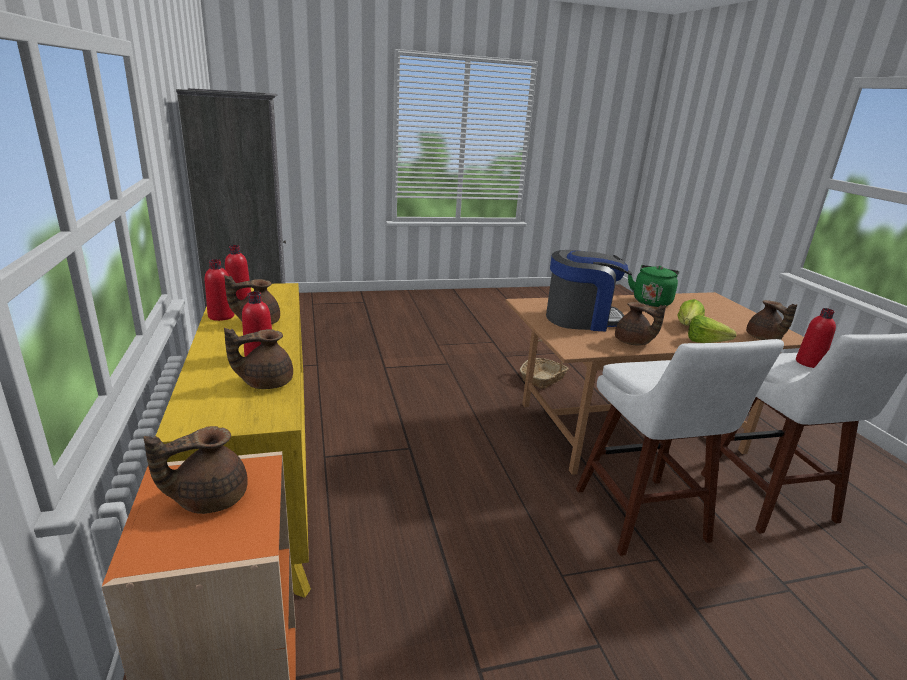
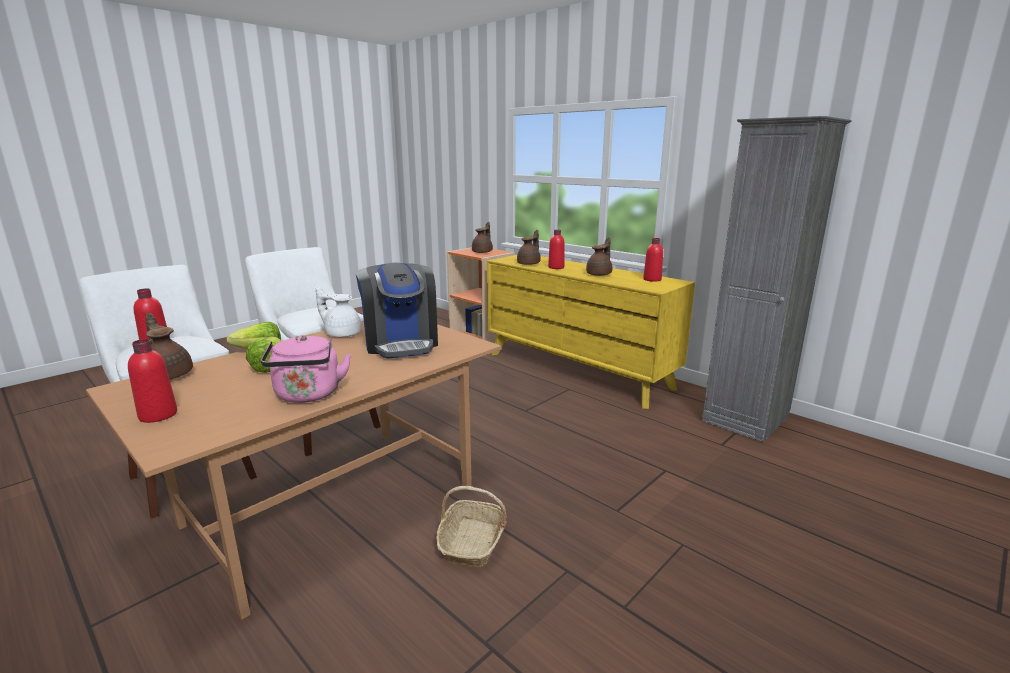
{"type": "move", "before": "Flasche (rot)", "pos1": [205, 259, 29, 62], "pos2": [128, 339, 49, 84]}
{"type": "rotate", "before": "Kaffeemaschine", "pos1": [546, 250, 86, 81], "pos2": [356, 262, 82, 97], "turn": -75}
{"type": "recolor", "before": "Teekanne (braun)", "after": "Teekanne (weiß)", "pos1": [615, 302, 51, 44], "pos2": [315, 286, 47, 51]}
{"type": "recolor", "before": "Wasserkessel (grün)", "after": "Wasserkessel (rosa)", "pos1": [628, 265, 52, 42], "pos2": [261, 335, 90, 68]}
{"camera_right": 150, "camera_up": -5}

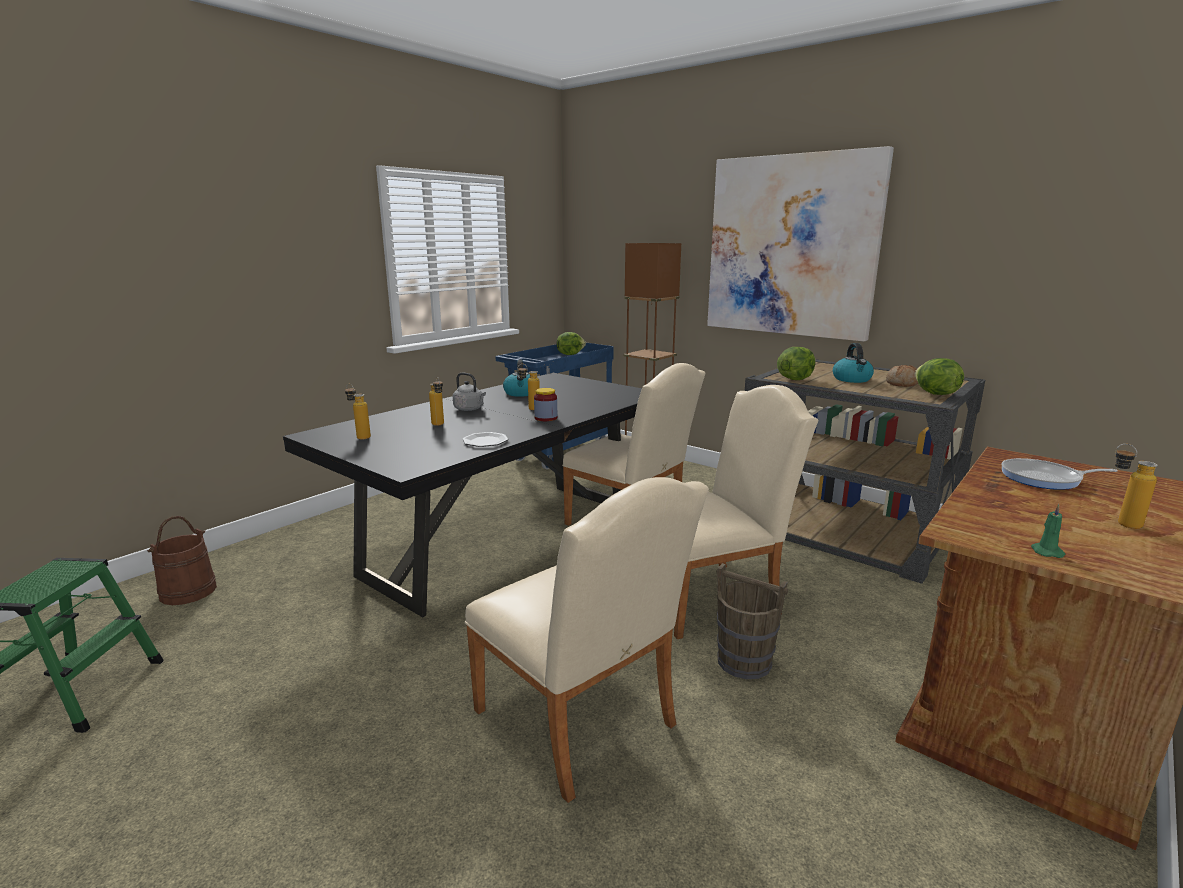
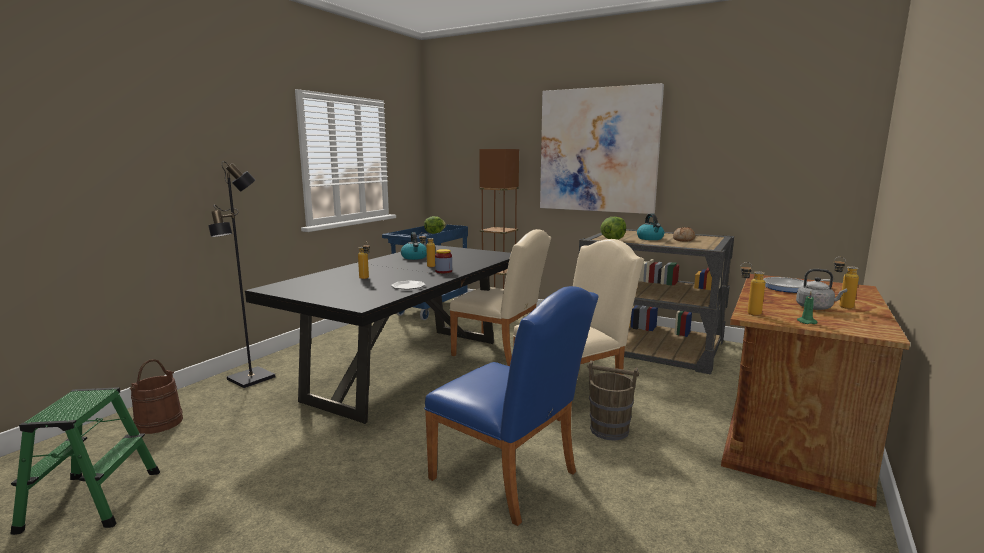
{"type": "move", "before": "Flasche", "pos1": [345, 384, 26, 56], "pos2": [740, 262, 25, 54]}
{"type": "move", "before": "Wasserkessel (grau)", "pos1": [453, 373, 33, 38], "pos2": [796, 269, 51, 41]}
{"type": "recolor", "before": "Stuhl (beige)", "after": "Stuhl (blau)", "pos1": [465, 477, 244, 326], "pos2": [424, 286, 175, 240]}
{"type": "delete", "before": "Salatkopf", "pos1": [915, 358, 49, 37]}
{"type": "insert", "after": "Stehlampe (schwarz)", "pos2": [208, 161, 67, 227]}
{"camera_right": -10, "camera_up": -5}

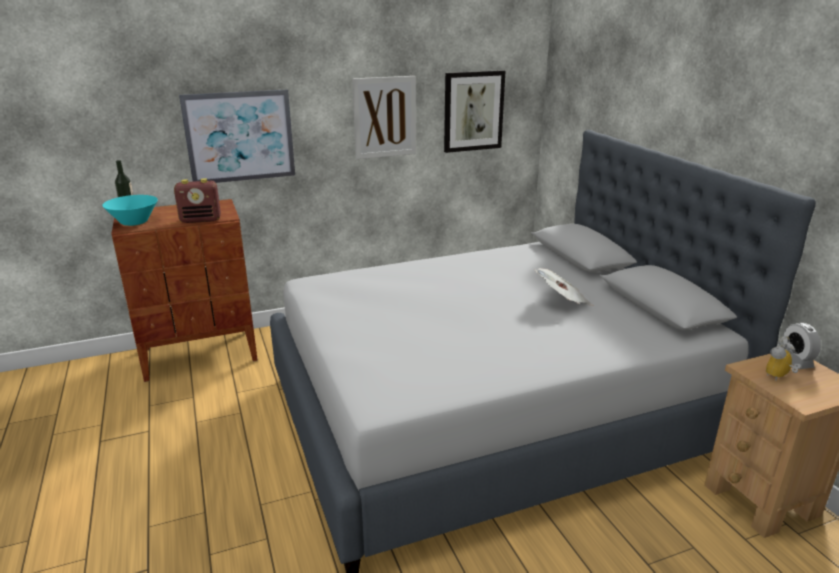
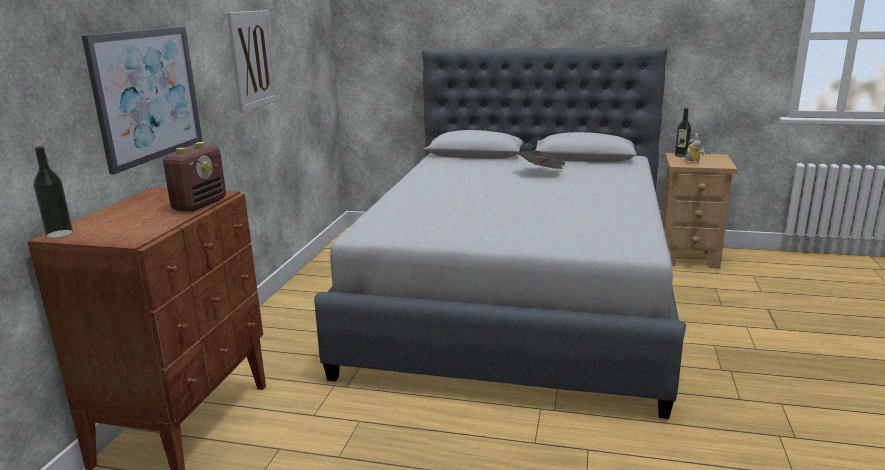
{"type": "delete", "before": "Schüssel (türkis)", "pos1": [102, 195, 56, 31]}
{"type": "delete", "before": "Bild", "pos1": [444, 70, 62, 83]}
{"type": "replace", "before": "Wecker", "after": "Flasche", "pos1": [783, 323, 38, 46], "pos2": [675, 108, 16, 49]}
{"camera_right": -55, "camera_up": -5}

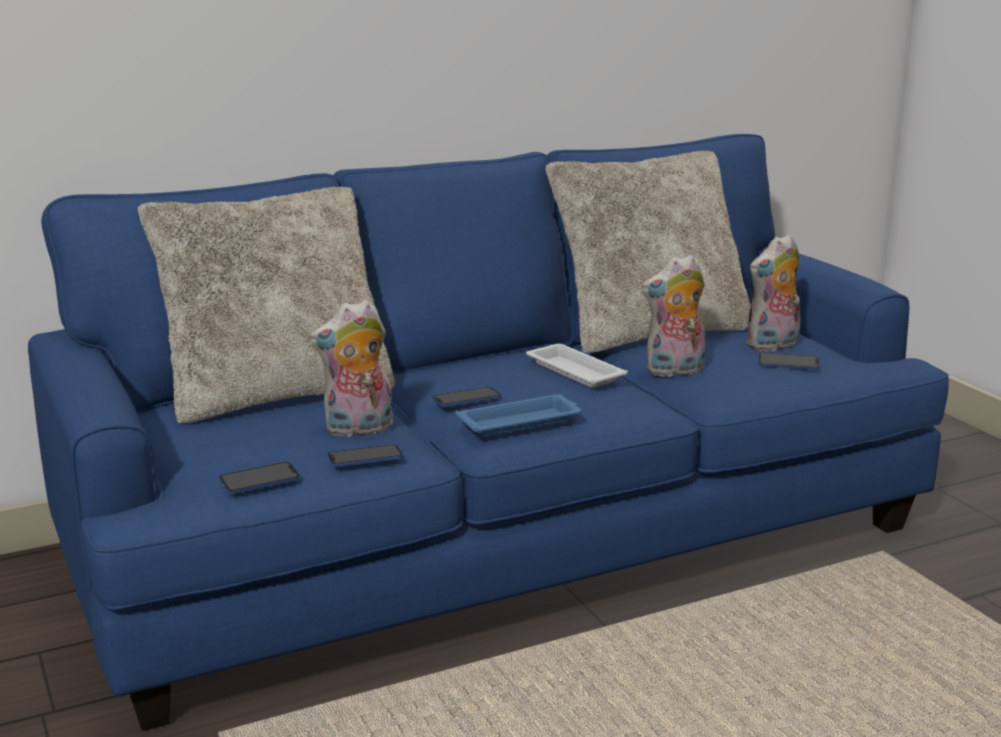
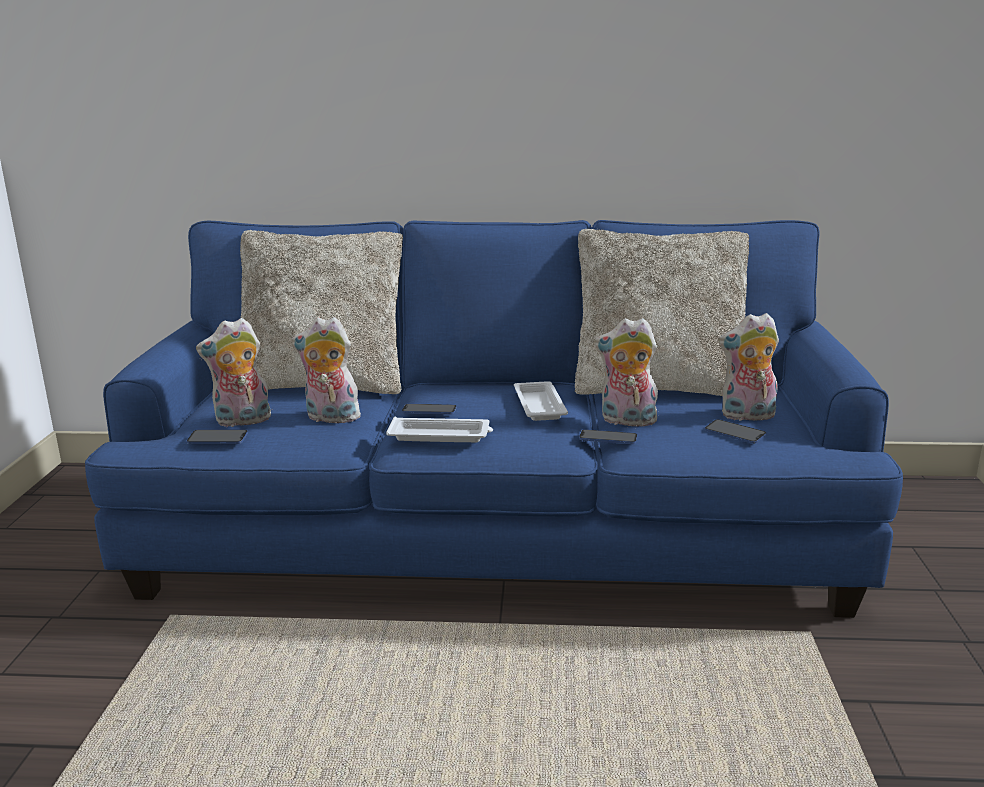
{"type": "move", "before": "Handy", "pos1": [328, 444, 75, 23], "pos2": [579, 429, 58, 15]}
{"type": "recolor", "before": "Tablett (blau)", "after": "Tablett (weiß)", "pos1": [455, 394, 127, 42], "pos2": [386, 417, 107, 25]}
{"type": "insert", "after": "Plüschtier", "pos2": [196, 318, 75, 109]}
{"camera_right": 30, "camera_up": 0}

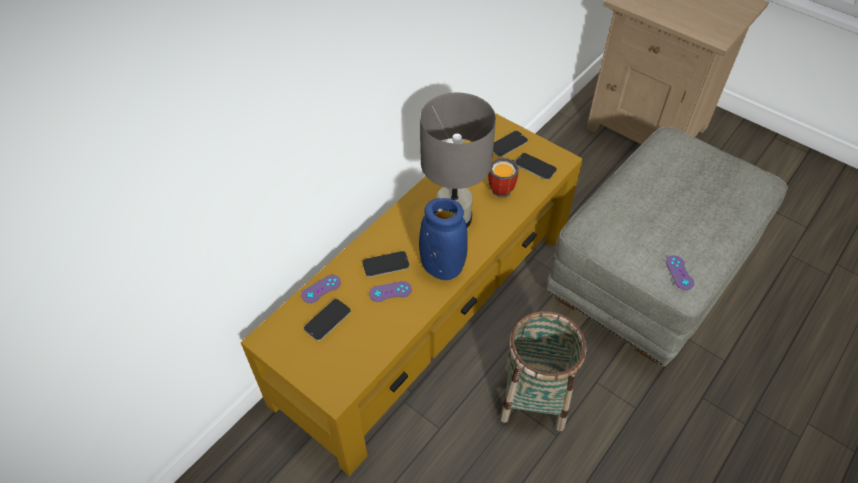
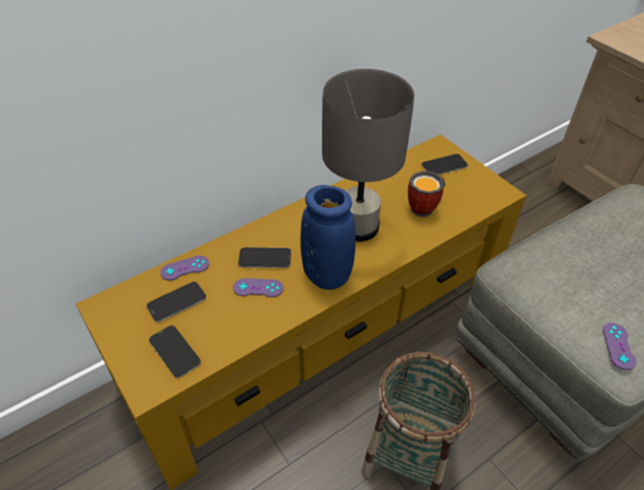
{"type": "move", "before": "Handy", "pos1": [516, 153, 41, 27], "pos2": [149, 325, 52, 53]}
{"camera_right": 15, "camera_up": -5}

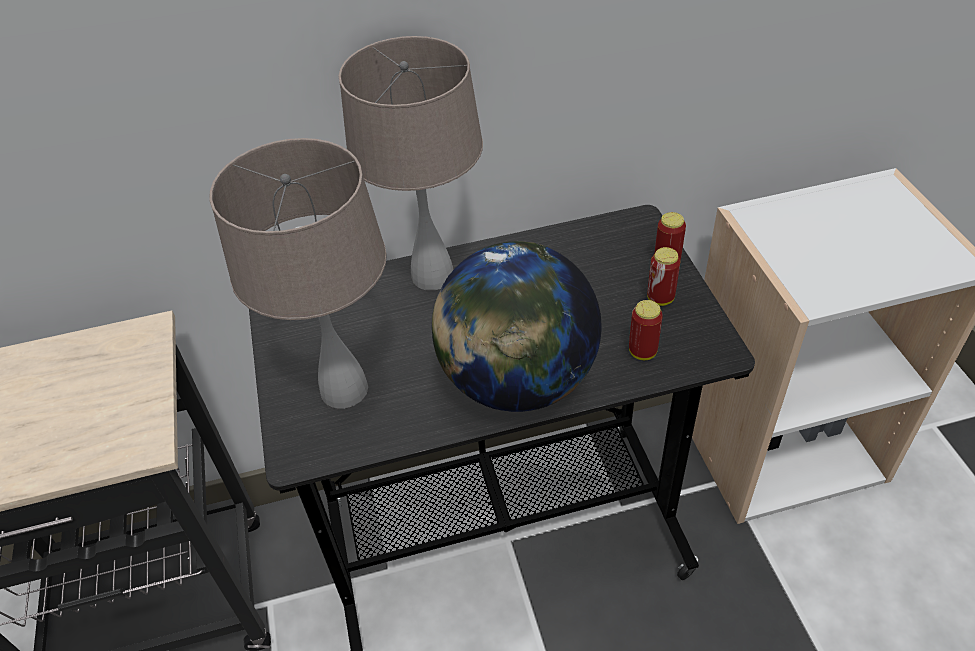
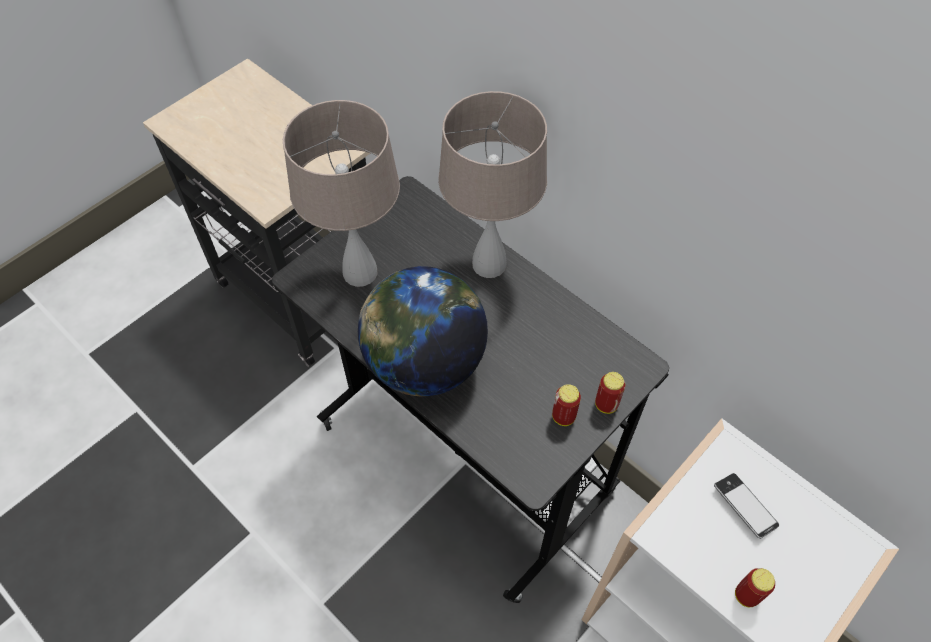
{"type": "move", "before": "Dose", "pos1": [629, 300, 34, 60], "pos2": [735, 568, 40, 39]}
{"type": "insert", "after": "Handy", "pos2": [714, 473, 65, 66]}
{"camera_right": 55, "camera_up": 10}

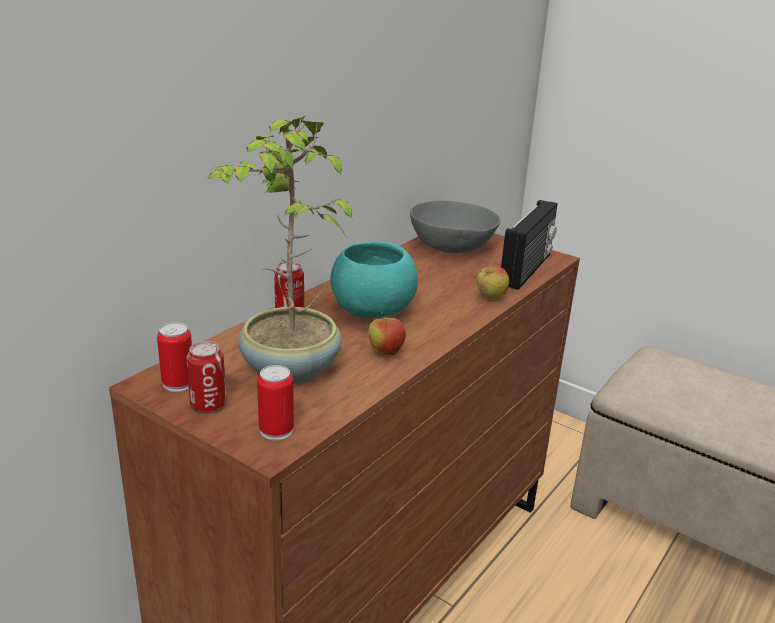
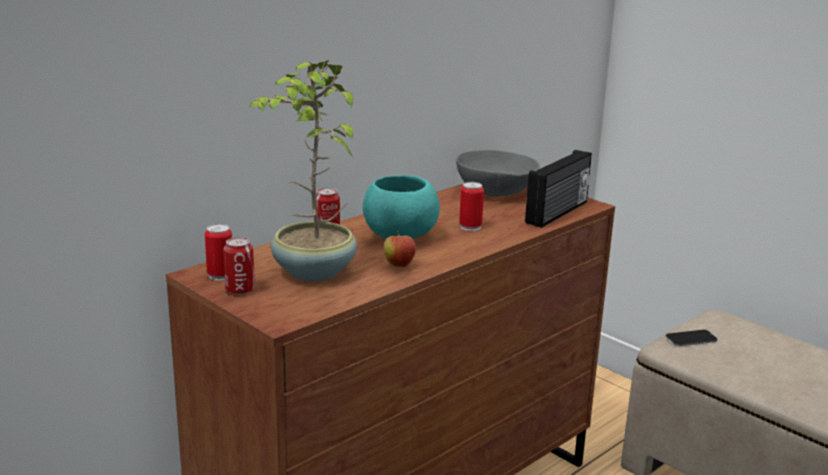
{"type": "move", "before": "Dose", "pos1": [257, 365, 37, 75], "pos2": [459, 182, 25, 49]}
{"type": "delete", "before": "Apfel", "pos1": [477, 266, 32, 33]}
{"type": "insert", "after": "Handy", "pos2": [666, 330, 52, 16]}
{"camera_right": 10, "camera_up": -5}

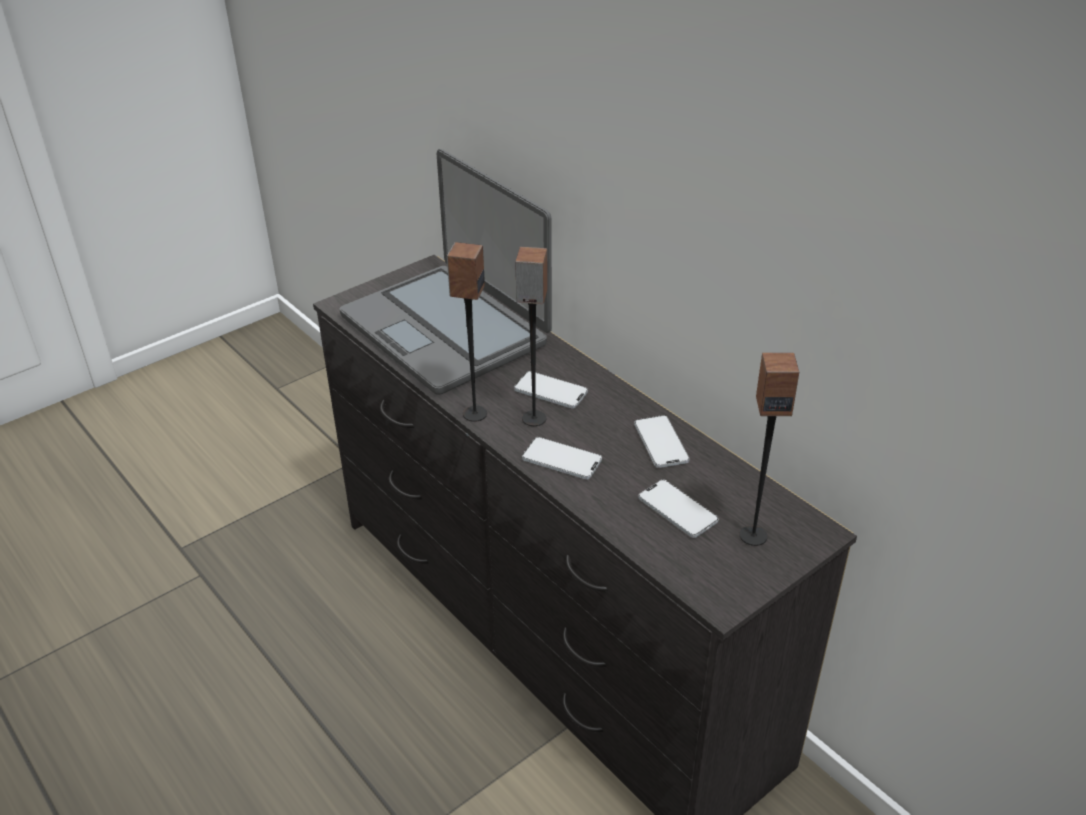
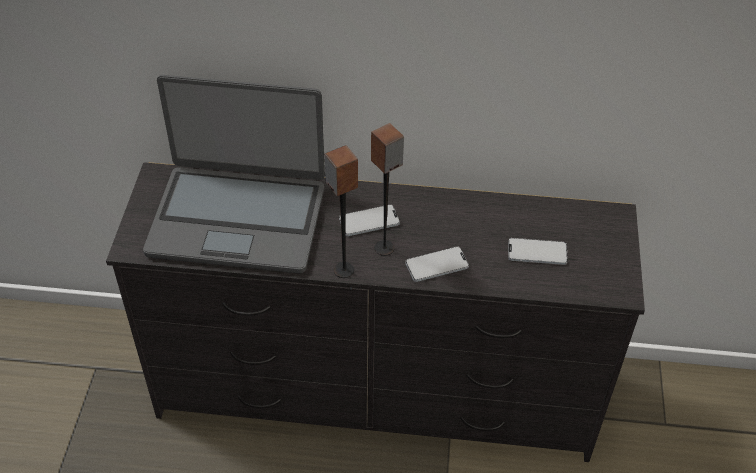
{"type": "delete", "before": "Handy", "pos1": [634, 415, 56, 53]}
{"type": "delete", "before": "Lautsprecher", "pos1": [739, 352, 60, 194]}
{"camera_right": -45, "camera_up": 10}

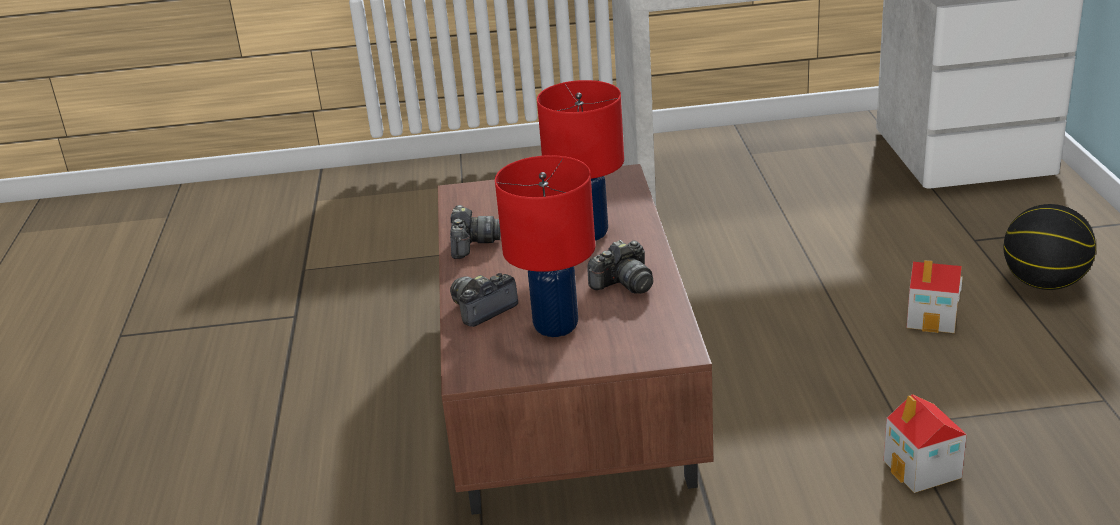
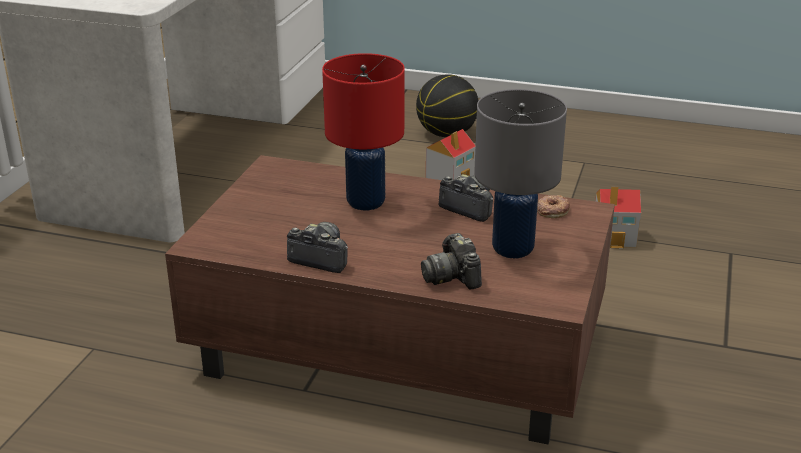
{"type": "recolor", "before": "Tischlampe (rot)", "after": "Tischlampe (grau)", "pos1": [495, 155, 100, 182], "pos2": [474, 89, 93, 169]}
{"type": "rotate", "before": "Kamera", "pos1": [588, 240, 65, 54], "pos2": [439, 174, 54, 48], "turn": -45}
{"type": "insert", "after": "Donut", "pos2": [537, 195, 33, 23]}
{"camera_right": -70, "camera_up": 0}

